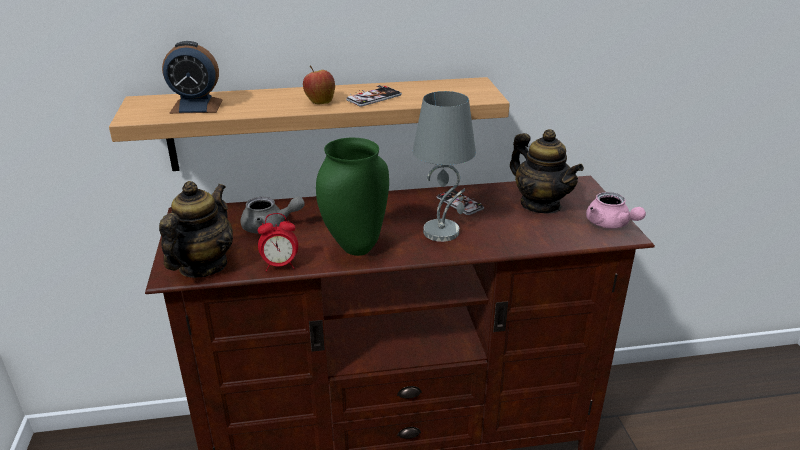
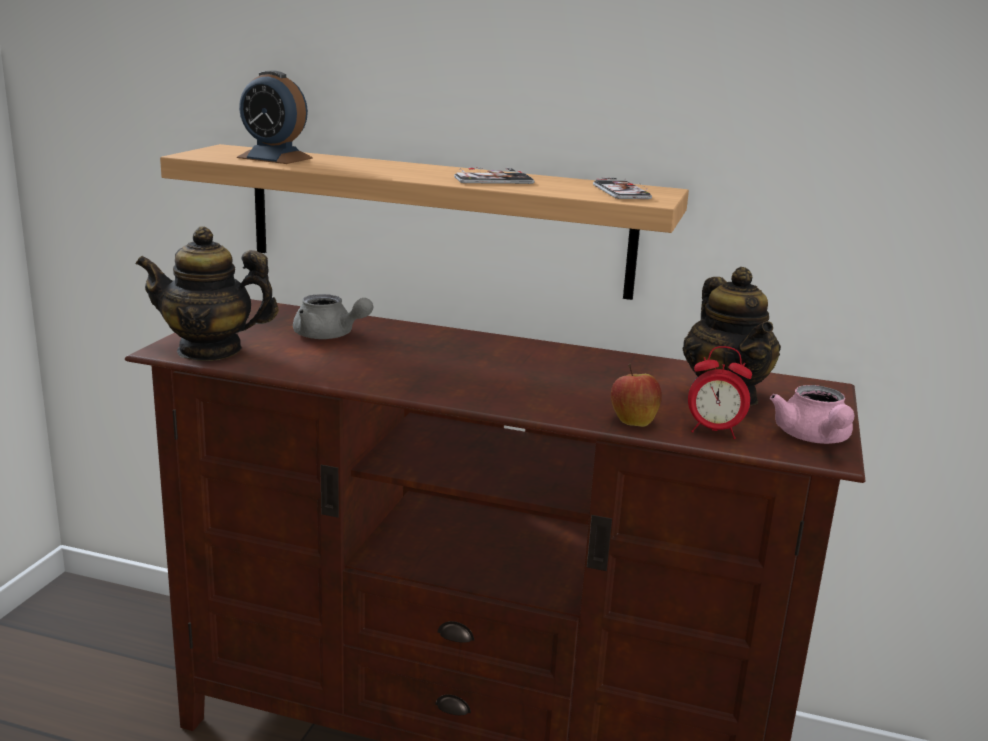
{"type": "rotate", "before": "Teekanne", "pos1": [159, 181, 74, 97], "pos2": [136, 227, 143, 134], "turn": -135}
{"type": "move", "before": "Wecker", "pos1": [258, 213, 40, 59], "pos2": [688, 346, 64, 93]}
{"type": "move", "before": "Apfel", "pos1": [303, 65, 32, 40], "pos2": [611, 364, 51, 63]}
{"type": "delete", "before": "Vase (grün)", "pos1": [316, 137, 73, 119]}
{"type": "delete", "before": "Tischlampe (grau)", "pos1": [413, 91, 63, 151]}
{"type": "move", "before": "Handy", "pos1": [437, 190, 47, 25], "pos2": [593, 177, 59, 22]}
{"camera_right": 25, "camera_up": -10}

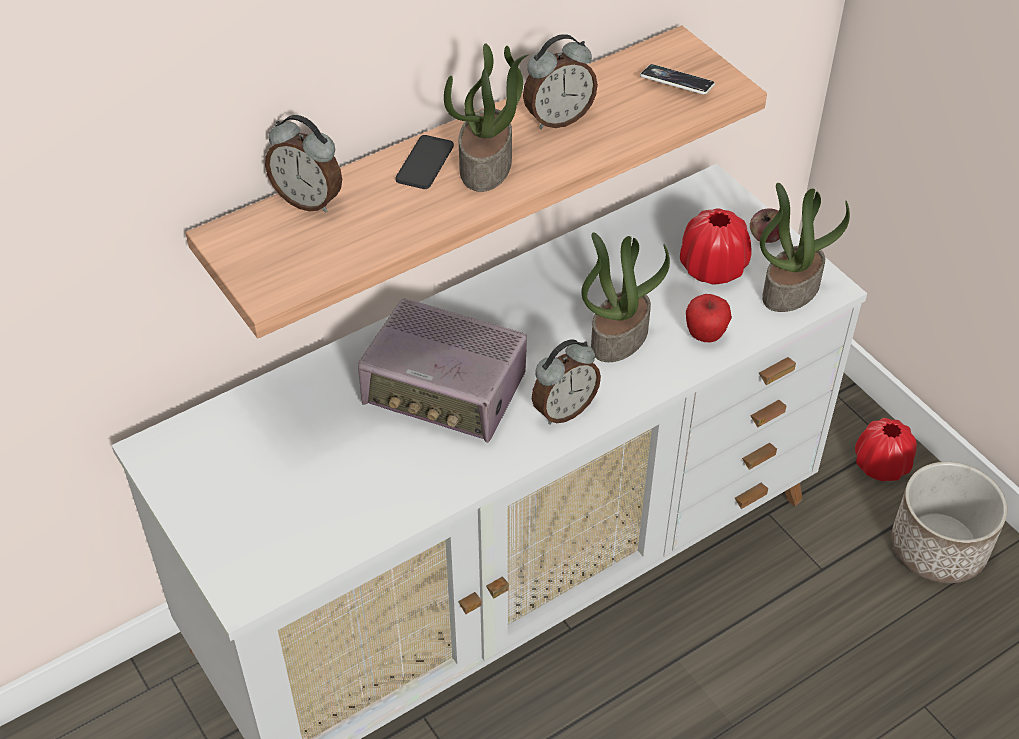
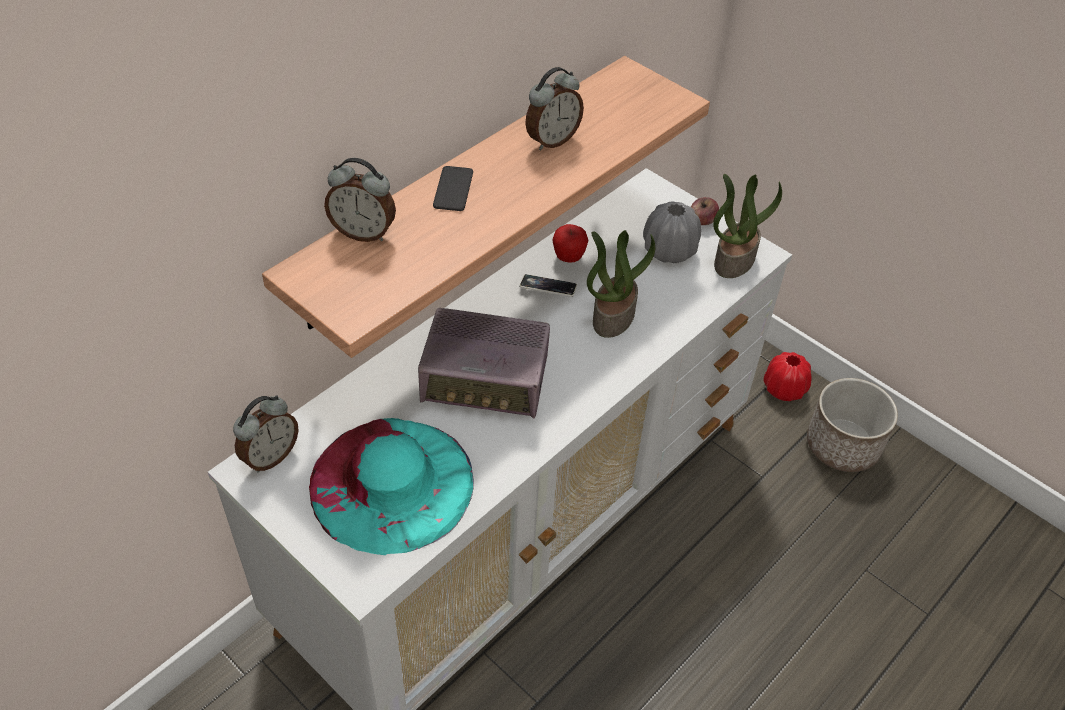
{"type": "delete", "before": "Topfpflanze", "pos1": [444, 43, 85, 149]}
{"type": "move", "before": "Wecker", "pos1": [532, 339, 69, 86], "pos2": [233, 395, 66, 77]}
{"type": "move", "before": "Handy", "pos1": [640, 64, 75, 31], "pos2": [519, 274, 58, 23]}
{"type": "recolor", "before": "Vase (rot)", "after": "Vase (grau)", "pos1": [680, 208, 71, 77], "pos2": [643, 202, 58, 61]}
{"type": "move", "before": "Apfel", "pos1": [686, 294, 46, 48], "pos2": [552, 224, 37, 39]}
{"type": "insert", "after": "Hut (türkis)", "pos2": [309, 418, 165, 137]}
{"camera_right": -15, "camera_up": 0}

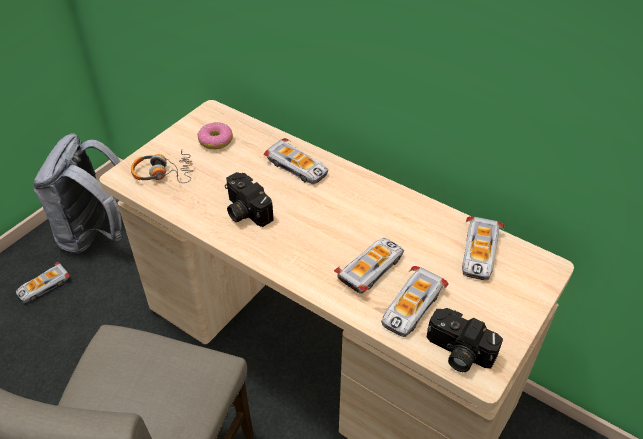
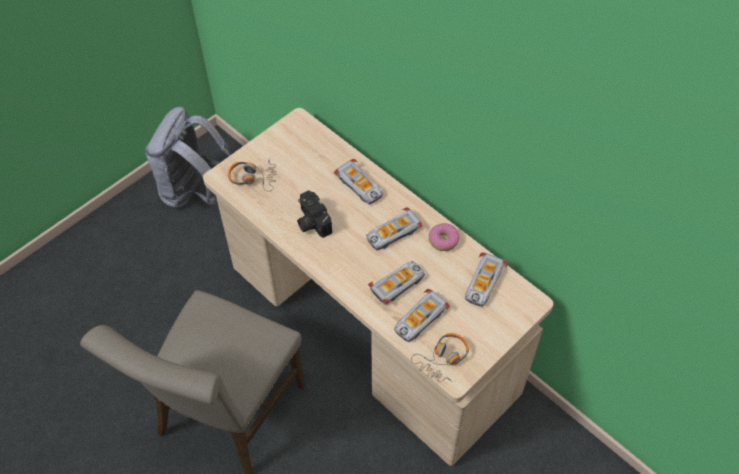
{"type": "move", "before": "Spielzeugauto", "pos1": [16, 262, 54, 41], "pos2": [366, 207, 57, 43]}
{"type": "move", "before": "Donut", "pos1": [197, 122, 36, 27], "pos2": [428, 223, 32, 28]}
{"type": "replace", "before": "Kamera", "after": "Kopfhörer", "pos1": [427, 308, 76, 64], "pos2": [411, 333, 58, 49]}
{"camera_right": 10, "camera_up": 10}

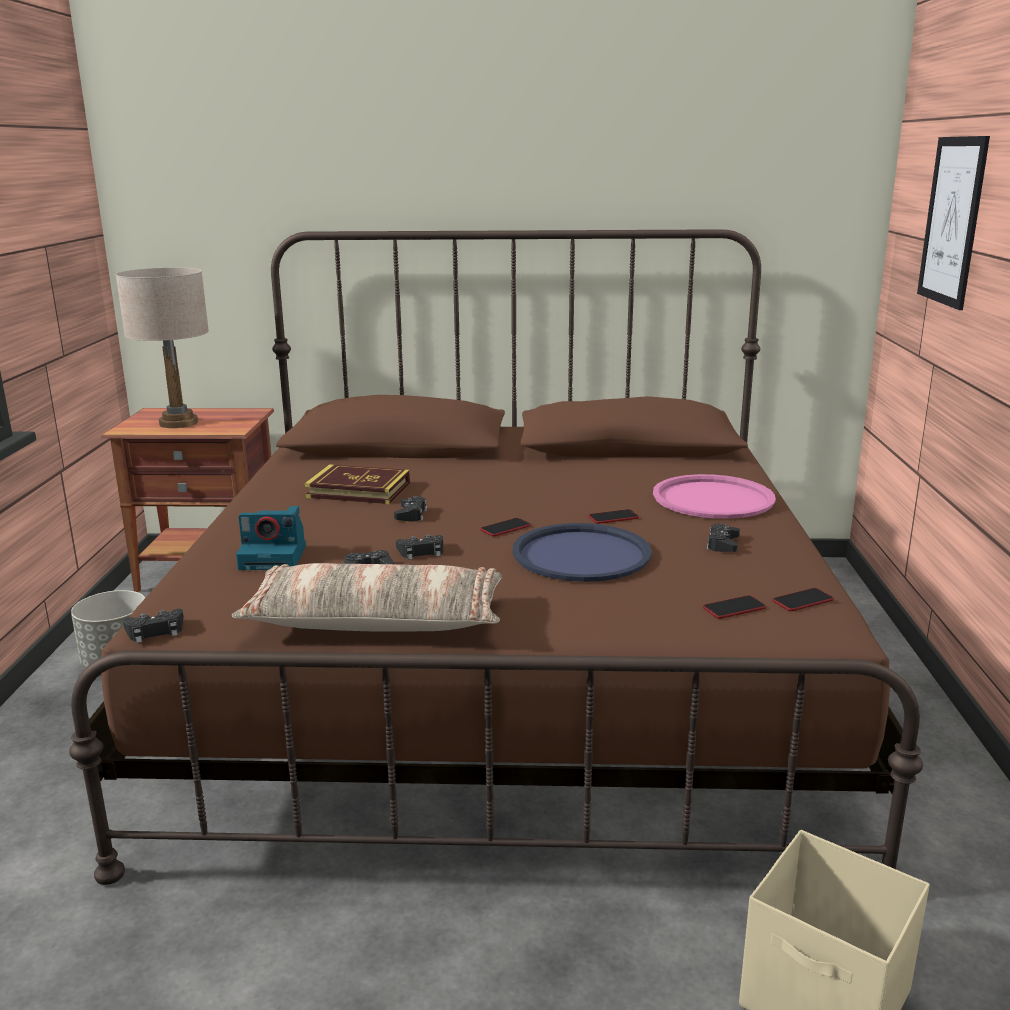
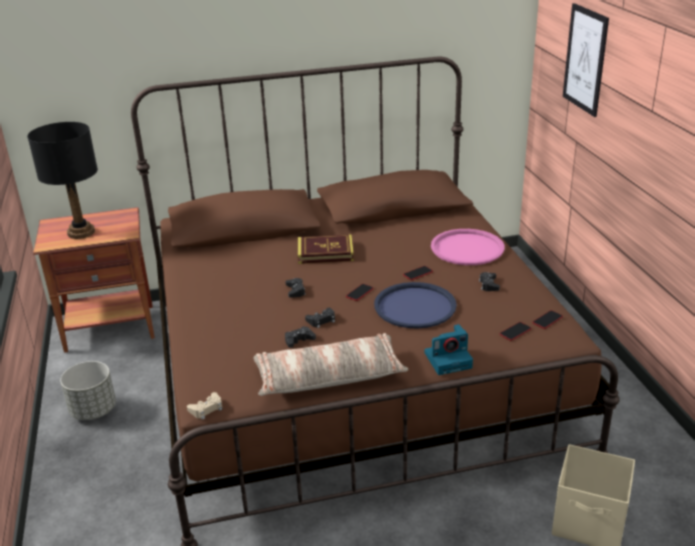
{"type": "recolor", "before": "Tischlampe (beige)", "after": "Tischlampe (schwarz)", "pos1": [115, 268, 94, 160], "pos2": [27, 122, 71, 117]}
{"type": "recolor", "before": "Gamepad (schwarz)", "after": "Gamepad (beige)", "pos1": [123, 609, 61, 34], "pos2": [187, 392, 35, 28]}
{"type": "move", "before": "Kamera", "pos1": [236, 506, 70, 64], "pos2": [424, 324, 49, 51]}
{"type": "move", "before": "Buch", "pos1": [304, 464, 106, 40], "pos2": [298, 234, 56, 30]}
{"camera_right": -15, "camera_up": 10}

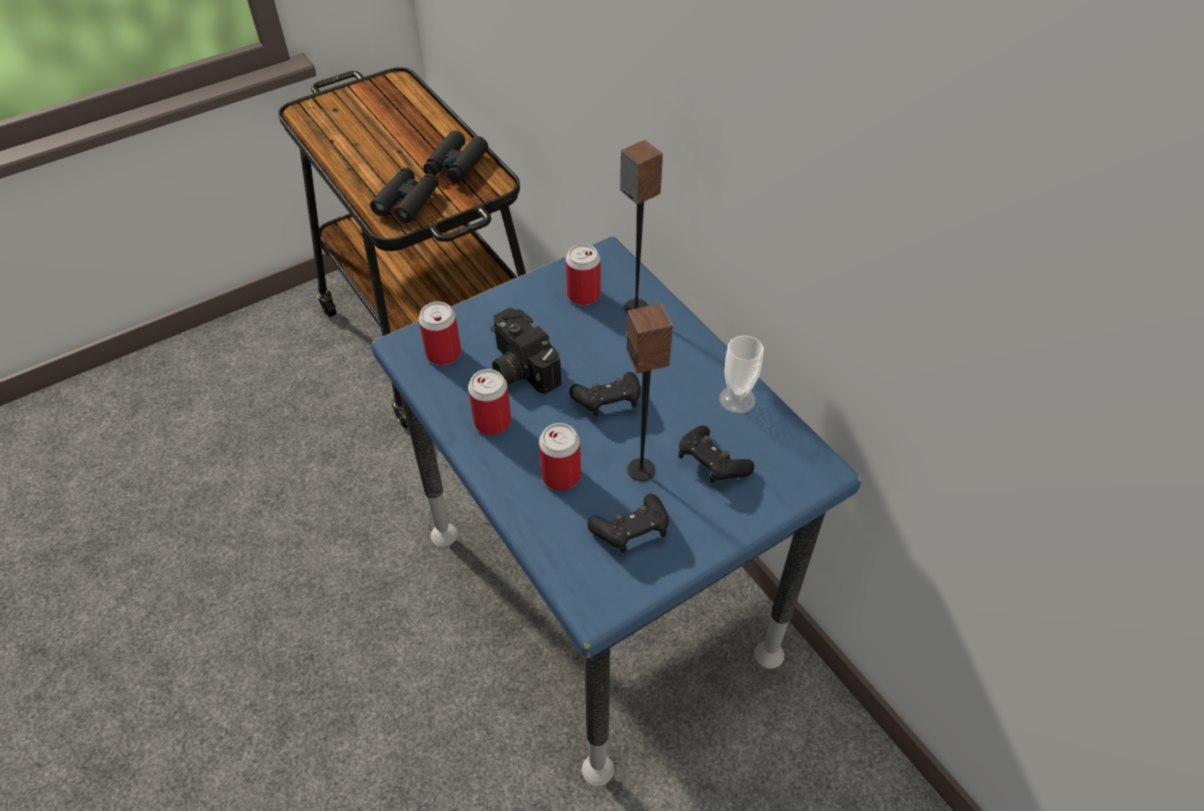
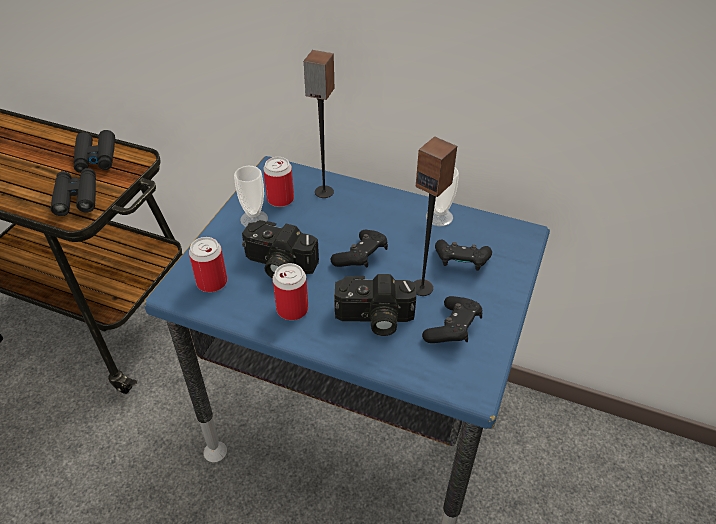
{"type": "replace", "before": "Dose", "after": "Kamera", "pos1": [539, 423, 42, 67], "pos2": [334, 274, 82, 62]}
{"type": "insert", "after": "Tasse", "pos2": [234, 166, 34, 61]}
{"camera_right": -35, "camera_up": -5}

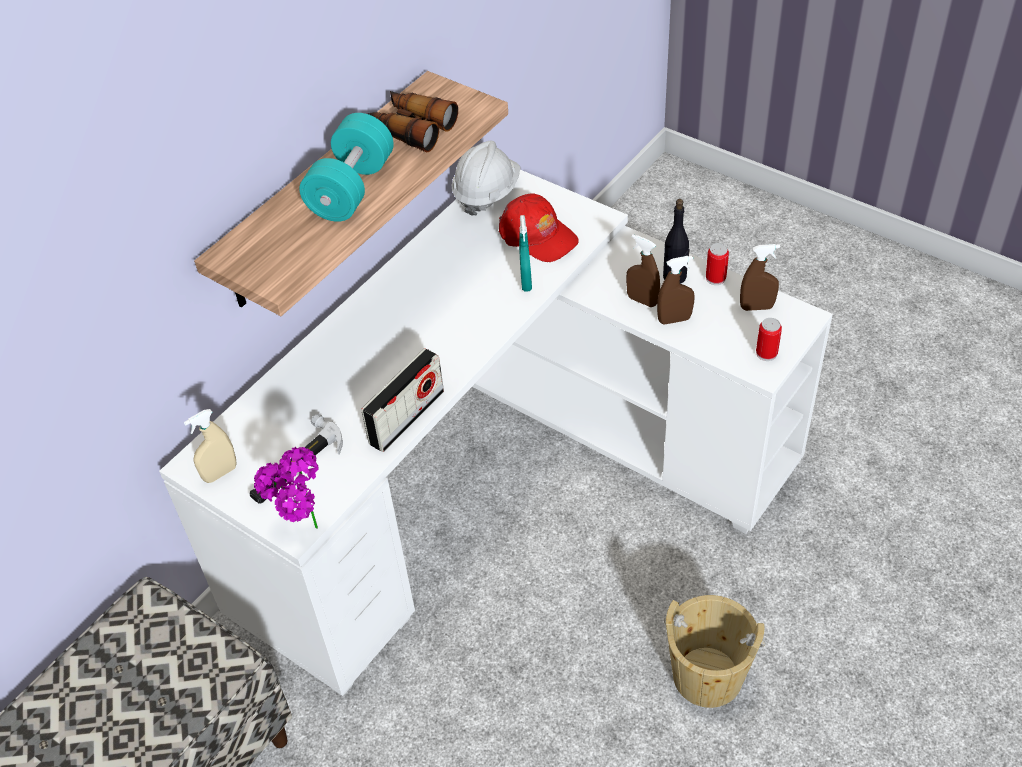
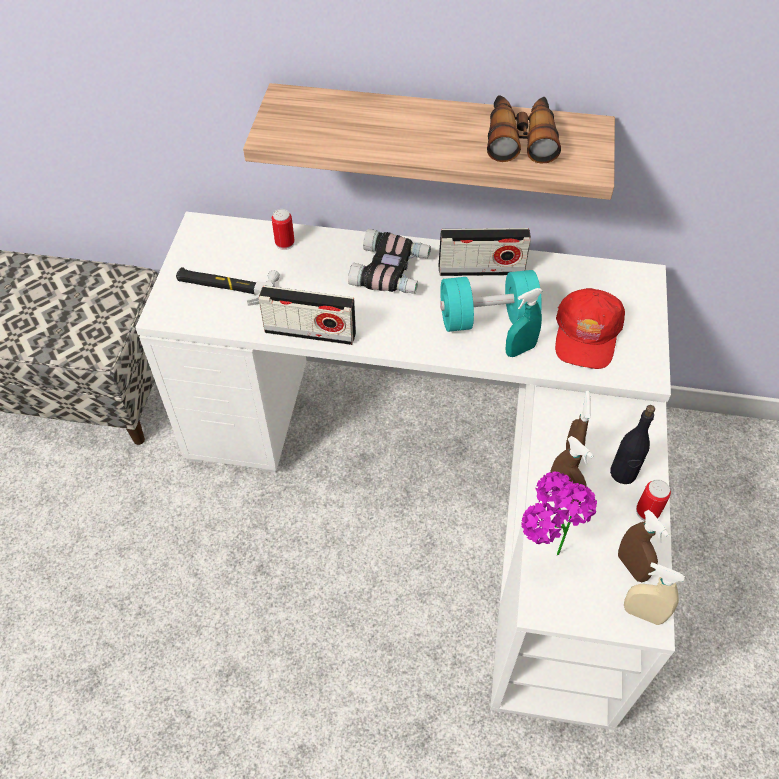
{"type": "move", "before": "Sprühflasche (beige)", "pos1": [184, 409, 53, 74], "pos2": [624, 562, 61, 63]}
{"type": "move", "before": "Topfpflanze", "pos1": [254, 447, 64, 82], "pos2": [521, 471, 76, 84]}
{"type": "move", "before": "Hantel (türkis)", "pos1": [299, 113, 95, 109], "pos2": [440, 270, 102, 62]}
{"type": "delete", "before": "Schutzhelm (weiß)", "pos1": [452, 140, 69, 76]}
{"type": "delete", "before": "Eimer (beige)", "pos1": [664, 595, 102, 113]}
{"type": "move", "before": "Dose", "pos1": [756, 318, 26, 43], "pos2": [272, 209, 23, 41]}
{"type": "insert", "after": "Fernglas", "pos2": [348, 229, 83, 65]}
{"type": "insert", "after": "Radio", "pos2": [439, 228, 92, 48]}
{"camera_right": 60, "camera_up": 5}

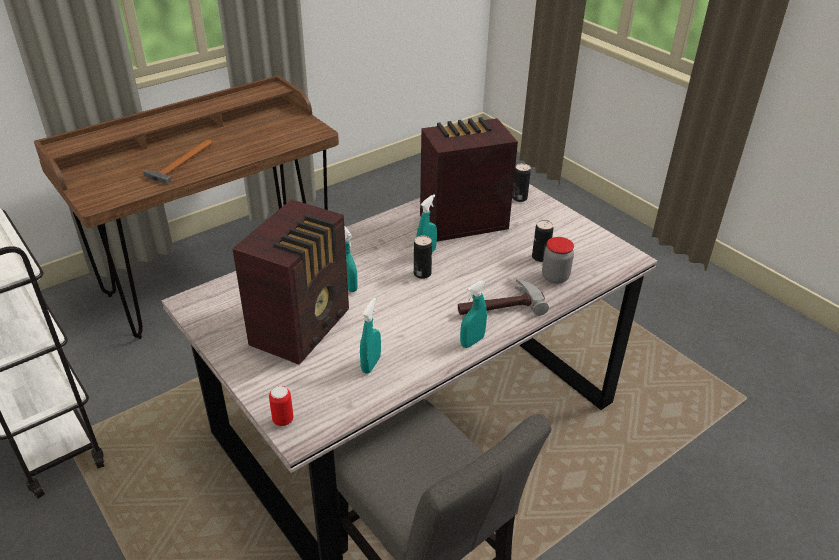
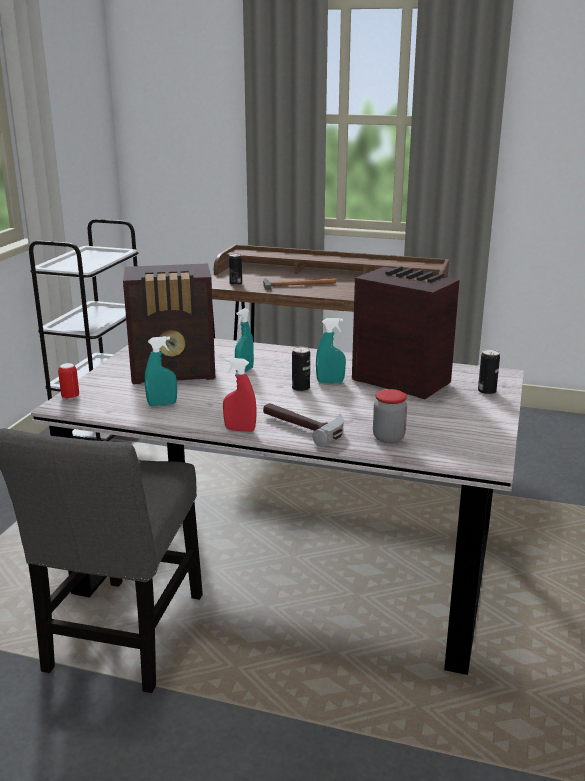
{"type": "recolor", "before": "Sprühflasche (türkis)", "after": "Sprühflasche (rot)", "pos1": [460, 281, 27, 67], "pos2": [223, 358, 34, 74]}
{"type": "move", "before": "Dose", "pos1": [532, 220, 22, 42], "pos2": [229, 253, 13, 32]}
{"camera_right": 55, "camera_up": -15}

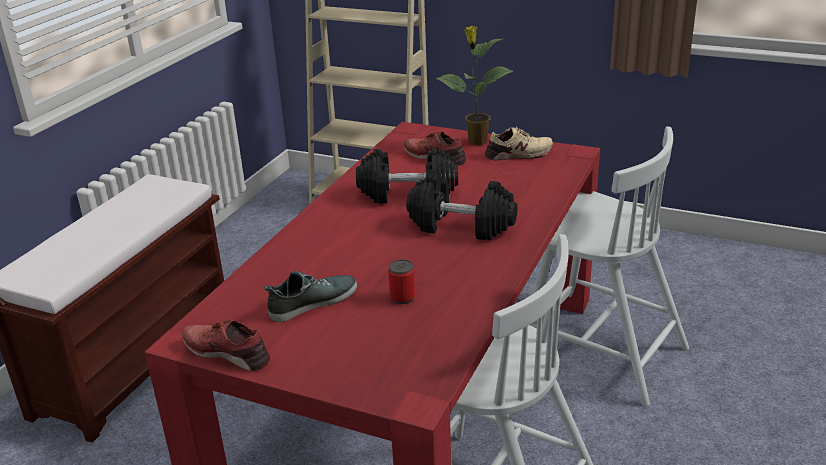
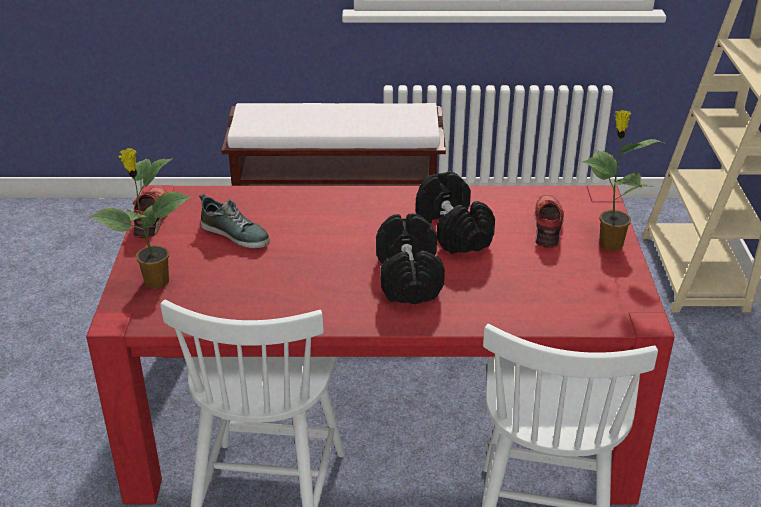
{"type": "delete", "before": "Dose", "pos1": [388, 260, 27, 44]}
{"type": "delete", "before": "Schuh (beige)", "pos1": [485, 127, 68, 33]}
{"type": "insert", "after": "Topfpflanze", "pos2": [89, 148, 103, 141]}
{"camera_right": 65, "camera_up": 5}

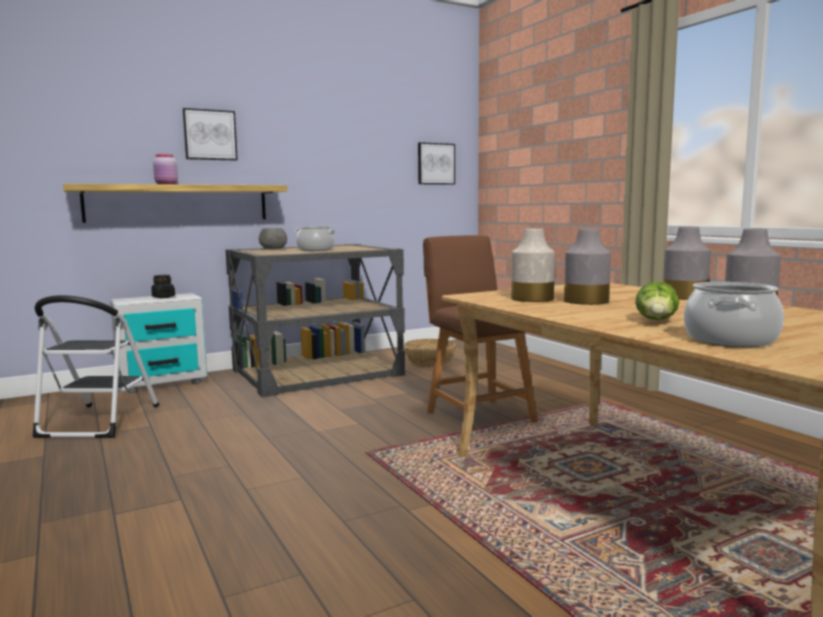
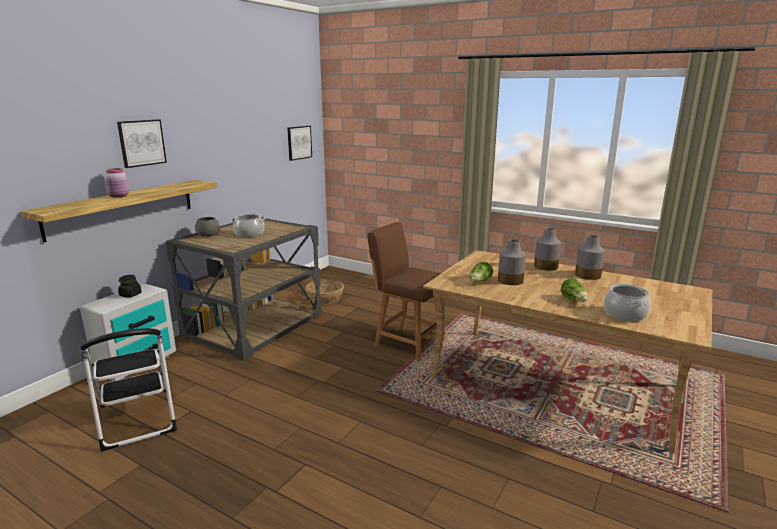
{"type": "replace", "before": "Vase (beige)", "after": "Salatkopf", "pos1": [511, 228, 44, 74], "pos2": [470, 262, 23, 20]}
{"camera_right": -30, "camera_up": 10}

